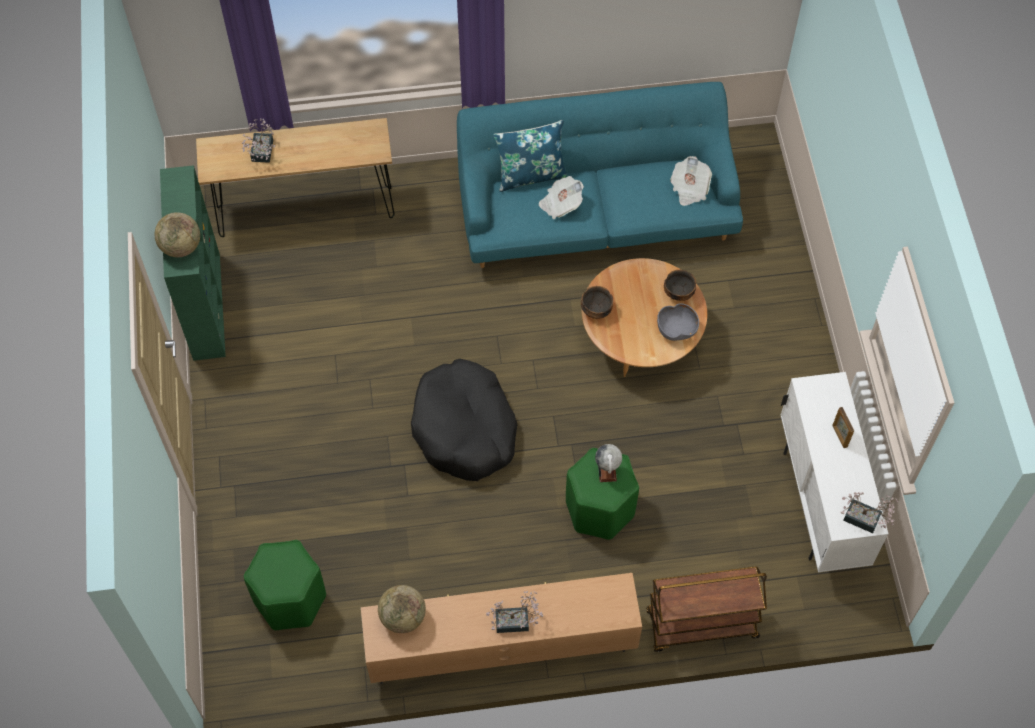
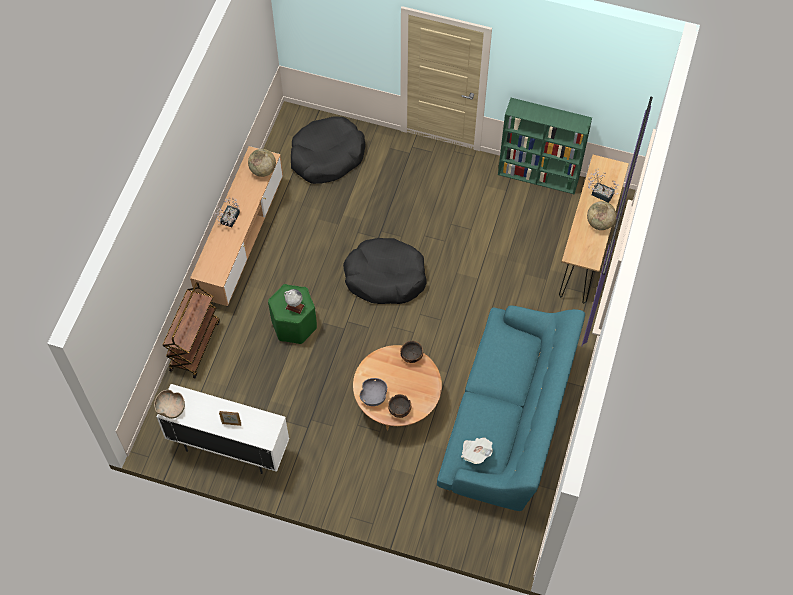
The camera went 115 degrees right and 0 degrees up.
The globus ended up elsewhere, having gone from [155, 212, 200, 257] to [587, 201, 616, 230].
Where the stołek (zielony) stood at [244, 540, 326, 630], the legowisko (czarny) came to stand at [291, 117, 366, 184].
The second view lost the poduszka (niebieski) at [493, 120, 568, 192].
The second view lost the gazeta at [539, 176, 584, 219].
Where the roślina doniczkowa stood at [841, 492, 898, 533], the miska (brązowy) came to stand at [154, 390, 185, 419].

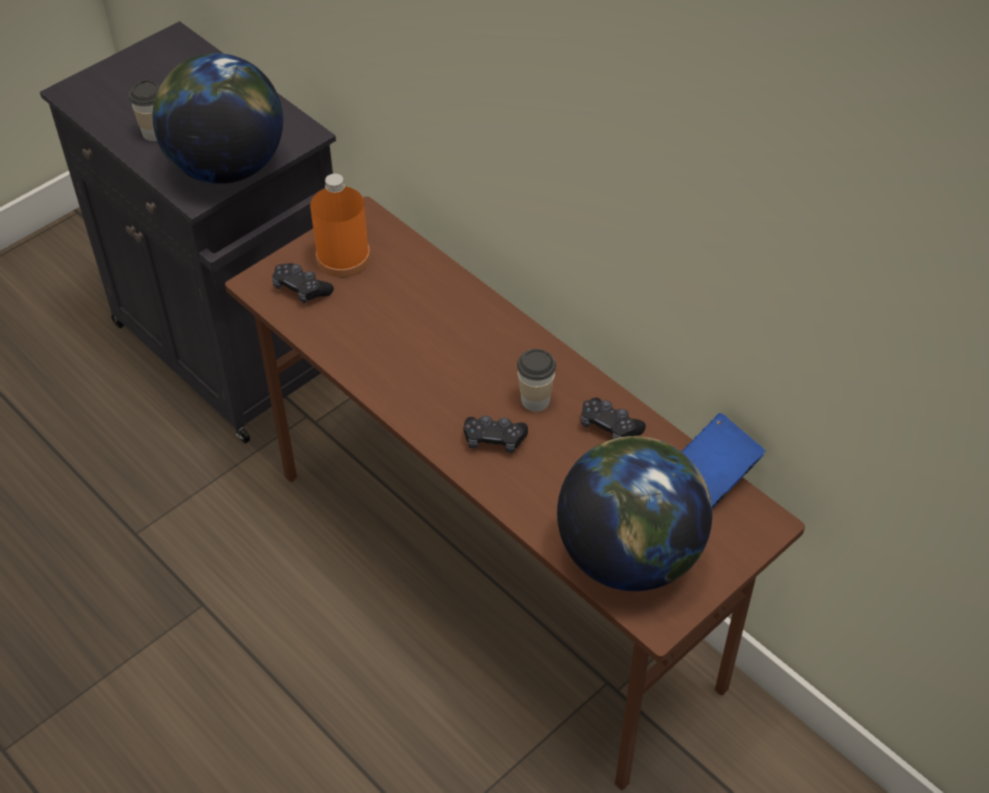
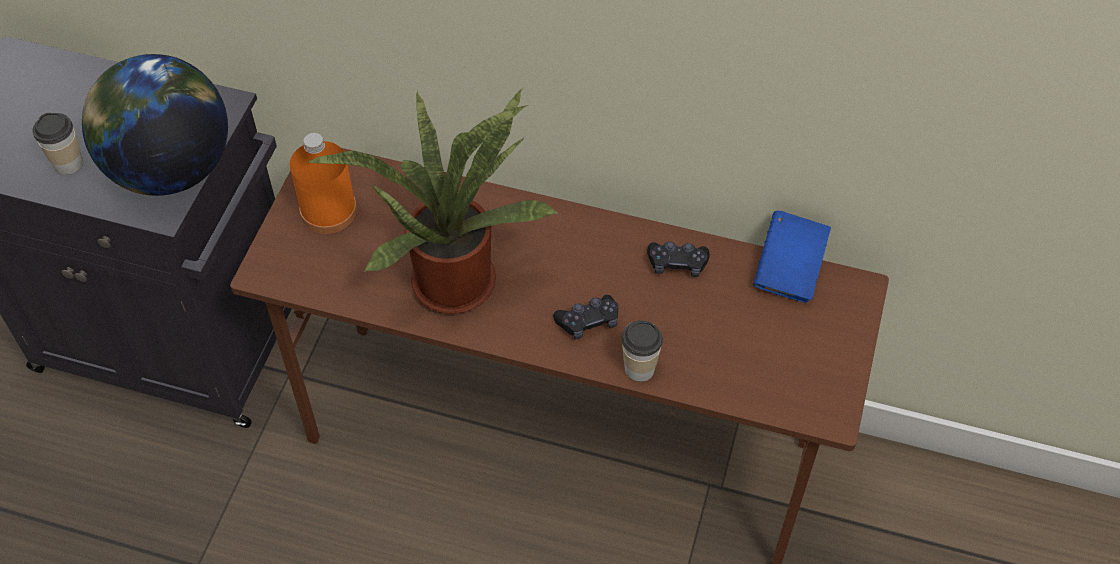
The camera went 30 degrees left and 5 degrees up.
The second view lost the pad do gier (czarny) at [272, 263, 334, 304].
The filiżanka ended up elsewhere, having gone from [517, 349, 556, 412] to [622, 320, 663, 382].
The second view lost the globus at [557, 436, 712, 591].
The second view gained the roślina doniczkowa at [307, 89, 559, 314].

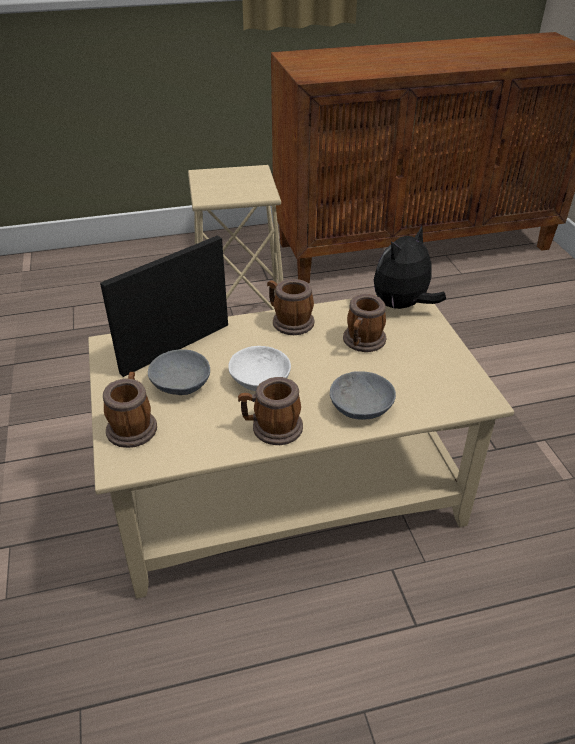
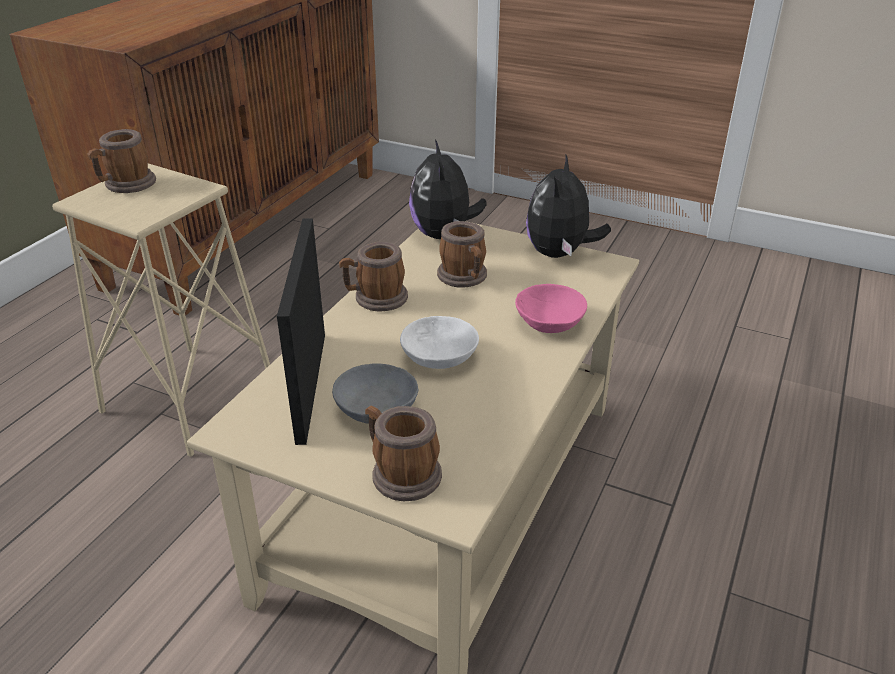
The camera went 50 degrees left and 5 degrees down.
The kubek ended up elsewhere, having gone from [238, 377, 303, 445] to [87, 129, 156, 193].
What was the miska (szary) at [330, 371, 396, 420] turned into the miska (różowy) at [515, 284, 587, 333].
The second view gained the pluszak at [526, 155, 611, 258].

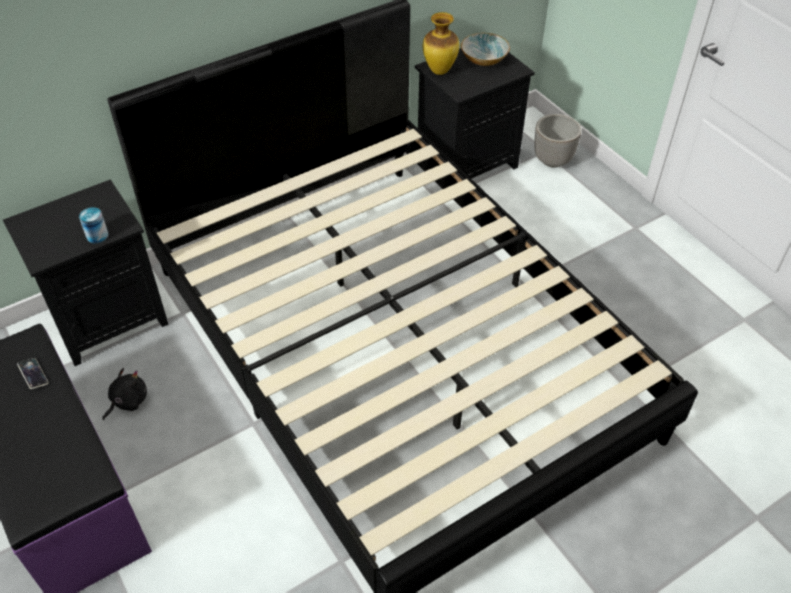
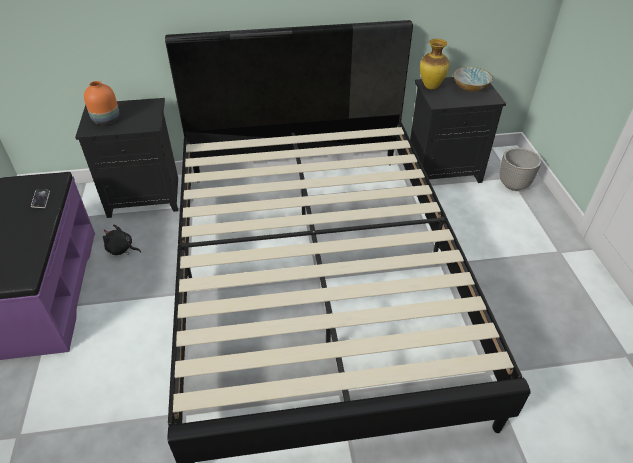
The camera went 25 degrees right and 5 degrees down.
The second view lost the puszka at [79, 207, 109, 243].
The pluszak (czarny) at [103, 368, 147, 420] ended up facing another way, 135 degrees counterclockwise from before.
The second view gained the wazon (pomarańczowy) at [84, 81, 119, 125].

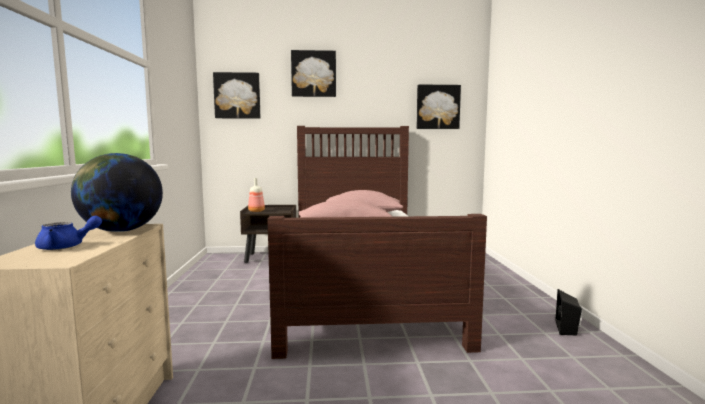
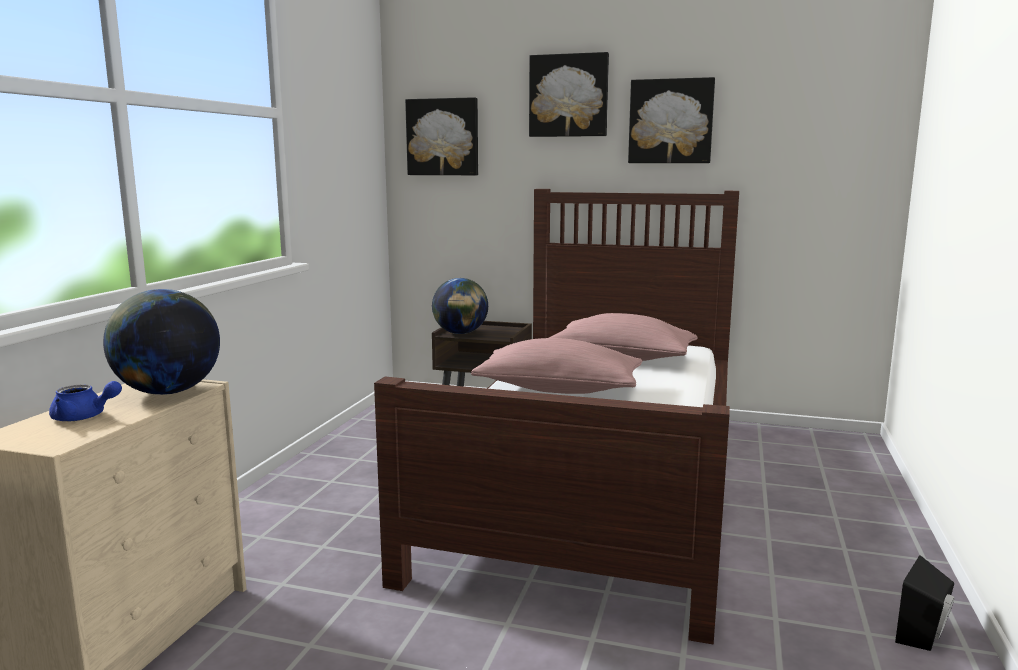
The camera went 20 degrees right and 5 degrees up.
Where the butelka stood at [248, 178, 265, 212], the globus came to stand at [432, 278, 488, 334].
The obraz ended up elsewhere, having gone from [417, 85, 461, 129] to [628, 77, 715, 163].

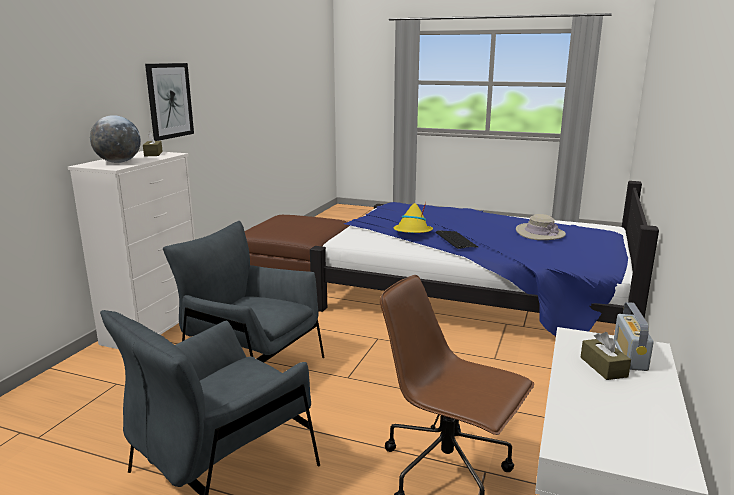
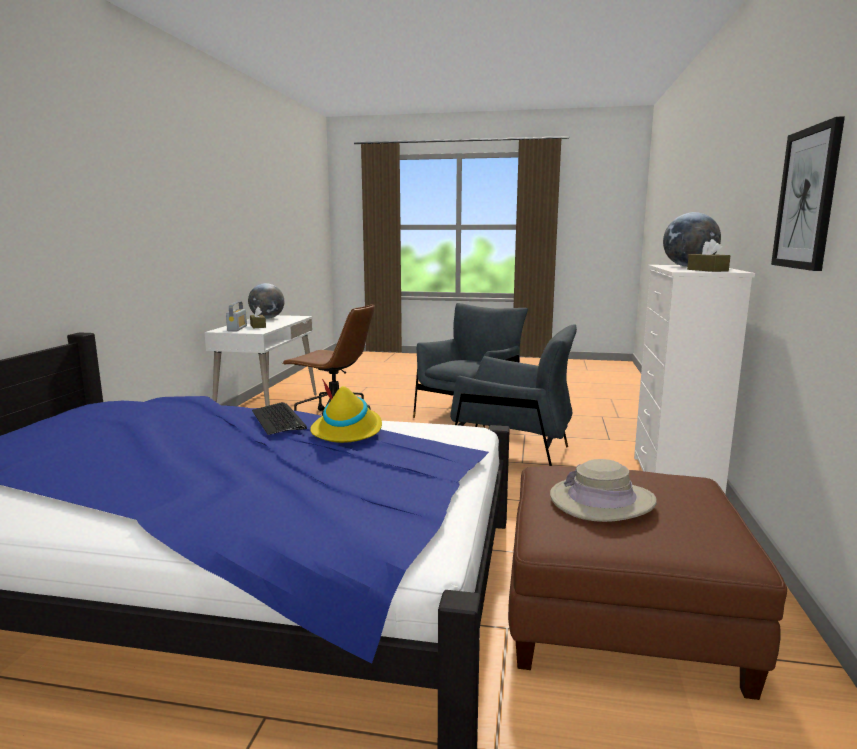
The camera went 170 degrees right and 5 degrees down.
The kapelusz (beżowy) ended up elsewhere, having gone from [516, 214, 566, 240] to [550, 459, 657, 522].
The second view gained the globus at [248, 283, 284, 319].

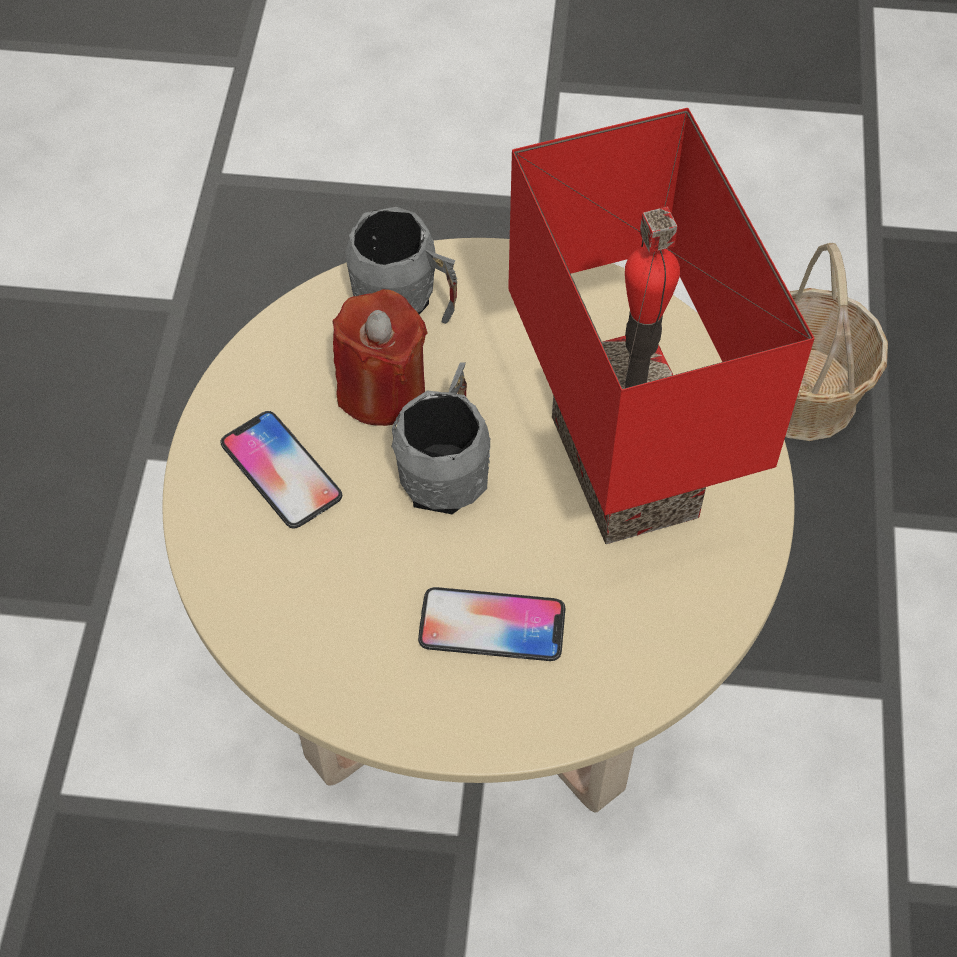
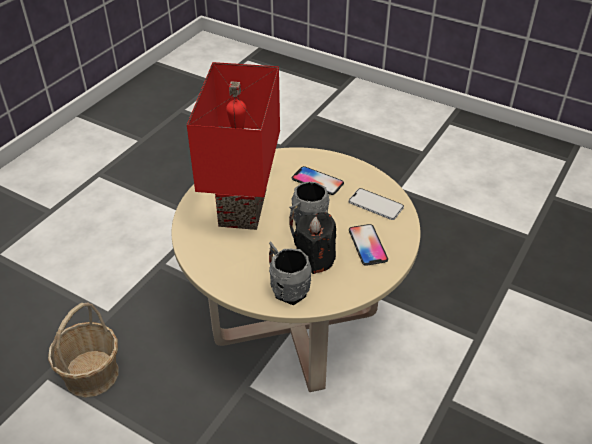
The camera went 155 degrees left and 15 degrees down.
What was the świeca (czerwony) at [333, 289, 428, 426] turned into the świeca (czarny) at [293, 212, 336, 274].
The second view gained the telefon at [349, 188, 404, 220].

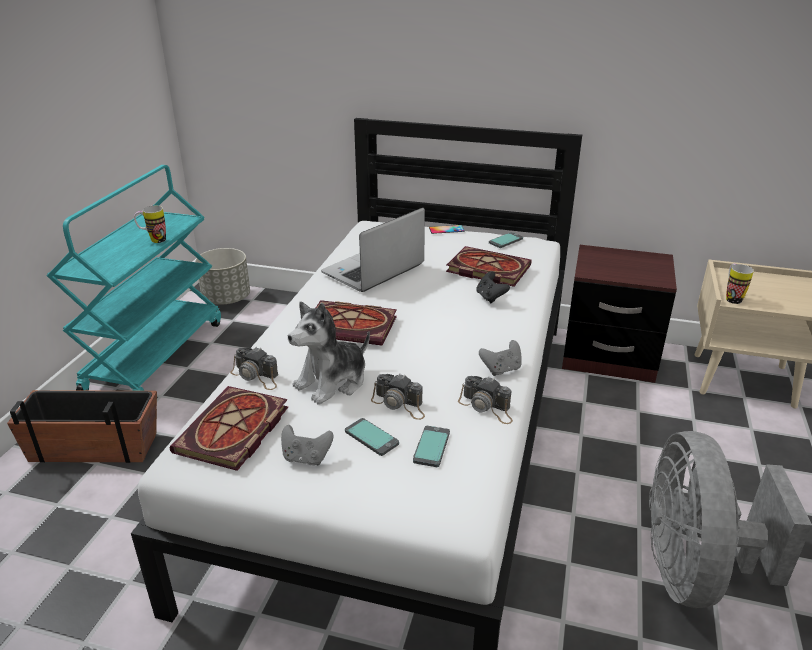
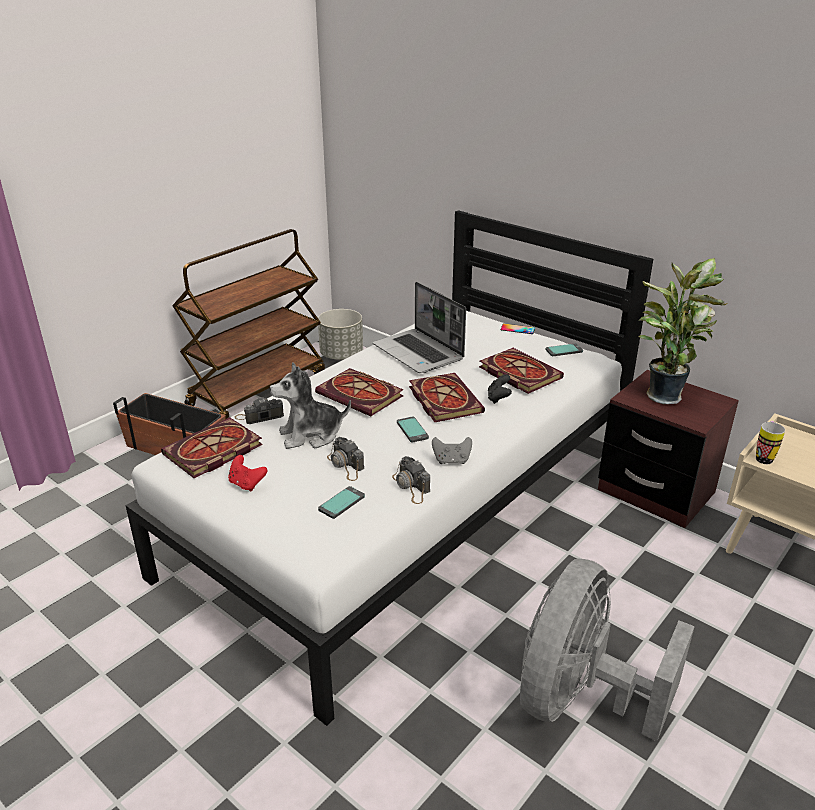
The camera went 25 degrees right and 0 degrees up.
What was the wózek (turkusowy) at [47, 165, 221, 391] turned into the wózek (brązowy) at [172, 229, 325, 419].
The second view lost the kubek at [134, 206, 166, 243].
The aparat fotograficzny at [230, 347, 278, 390] ended up facing another way, 105 degrees clockwise from before.
What was the pad do gier (szary) at [281, 425, 334, 465] turned into the pad do gier (czerwony) at [228, 455, 268, 491].
The laptop at [321, 208, 425, 292] ended up facing another way, 105 degrees counterclockwise from before.
The telefon ended up elsewhere, having gone from [345, 418, 399, 456] to [397, 416, 429, 443].
The second view gained the książka at [409, 373, 485, 422].
The second view gained the roślina doniczkowa at [639, 258, 728, 404].

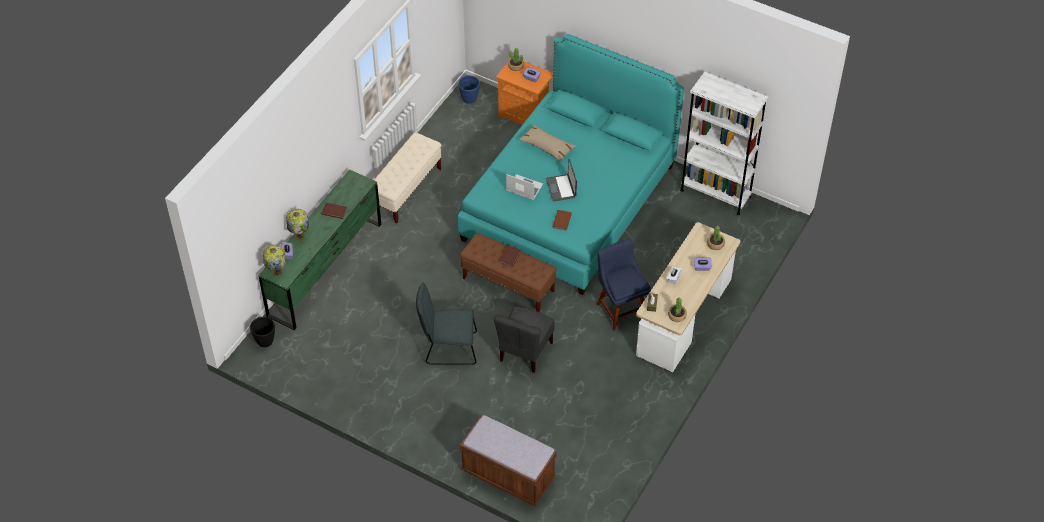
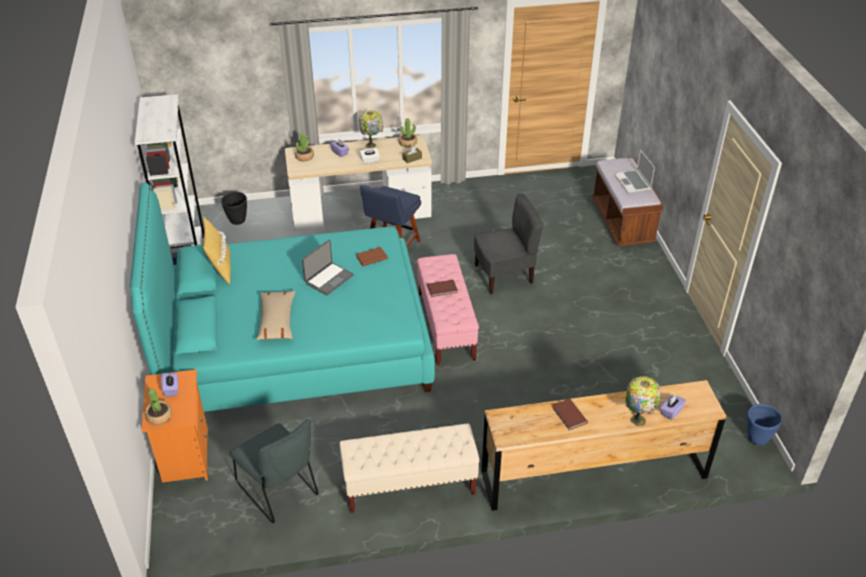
The camera went 130 degrees left and 10 degrees down.
The donica (czarny) ended up elsewhere, having gone from [250, 317, 275, 347] to [221, 192, 247, 225].
What was the komoda (zielony) at [258, 169, 381, 330] turned into the komoda (brązowy) at [481, 380, 726, 511].
The lampa stołowa ended up elsewhere, having gone from [263, 245, 287, 276] to [359, 110, 383, 148].
The krzesło (szary) ended up elsewhere, having gone from [416, 283, 477, 365] to [229, 420, 319, 523].
The donica (niebieski) ended up elsewhere, having gone from [458, 75, 480, 104] to [747, 404, 782, 446].
What was the ławka (brązowy) at [460, 233, 557, 312] turned into the ławka (różowy) at [417, 254, 479, 365].
The laptop ended up elsewhere, having gone from [506, 174, 543, 200] to [614, 149, 655, 193].
The second view gained the poduszka (żółty) at [203, 216, 231, 285].

